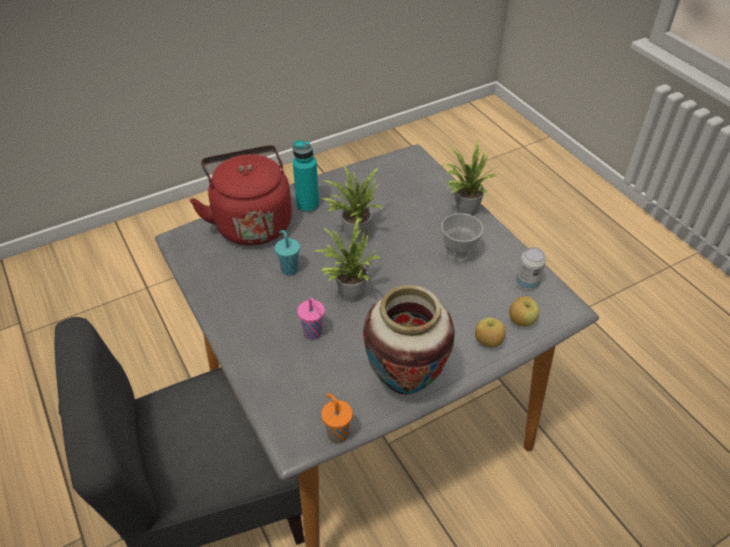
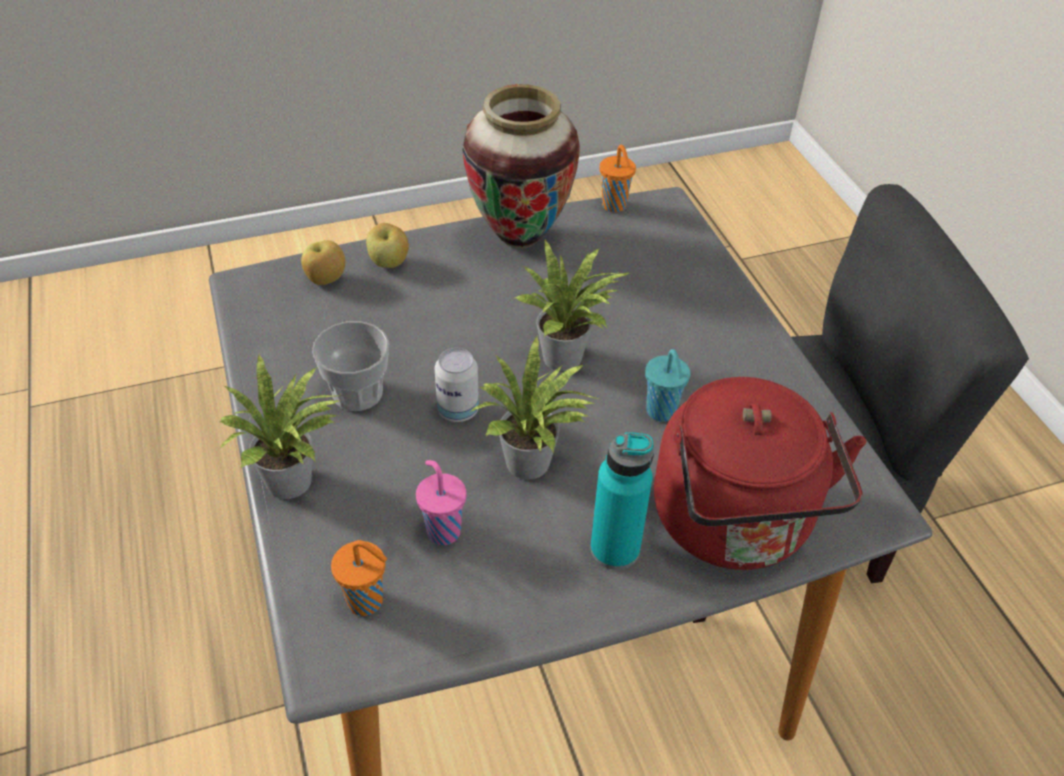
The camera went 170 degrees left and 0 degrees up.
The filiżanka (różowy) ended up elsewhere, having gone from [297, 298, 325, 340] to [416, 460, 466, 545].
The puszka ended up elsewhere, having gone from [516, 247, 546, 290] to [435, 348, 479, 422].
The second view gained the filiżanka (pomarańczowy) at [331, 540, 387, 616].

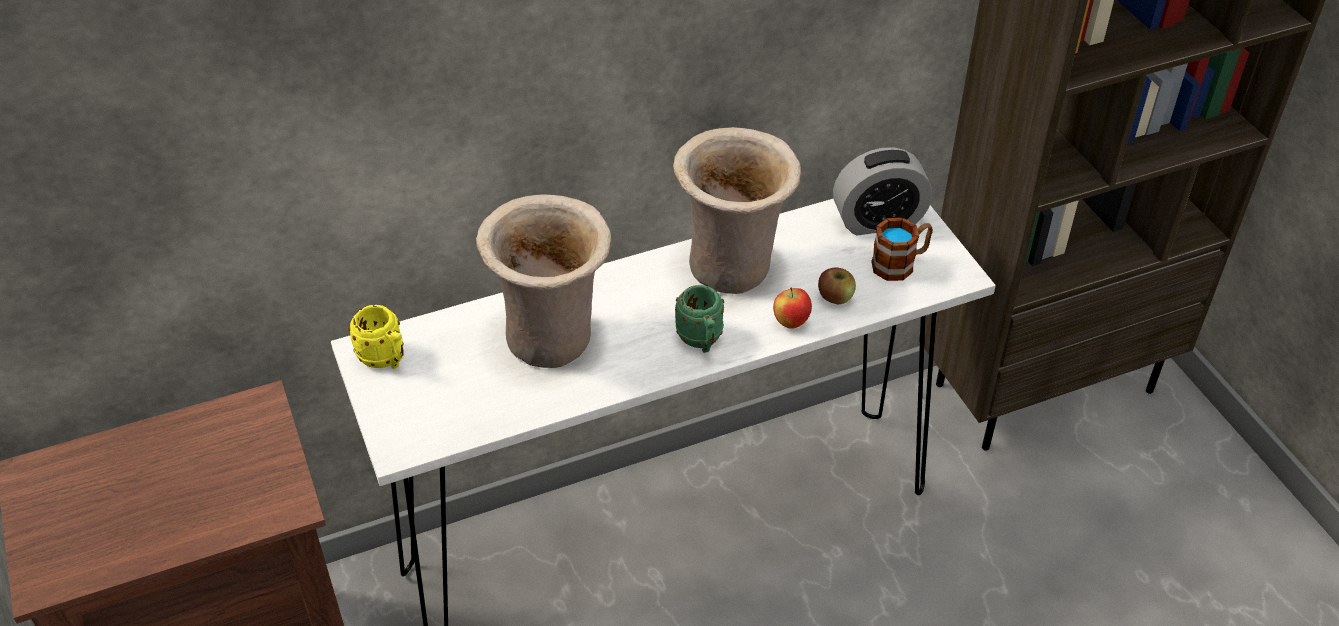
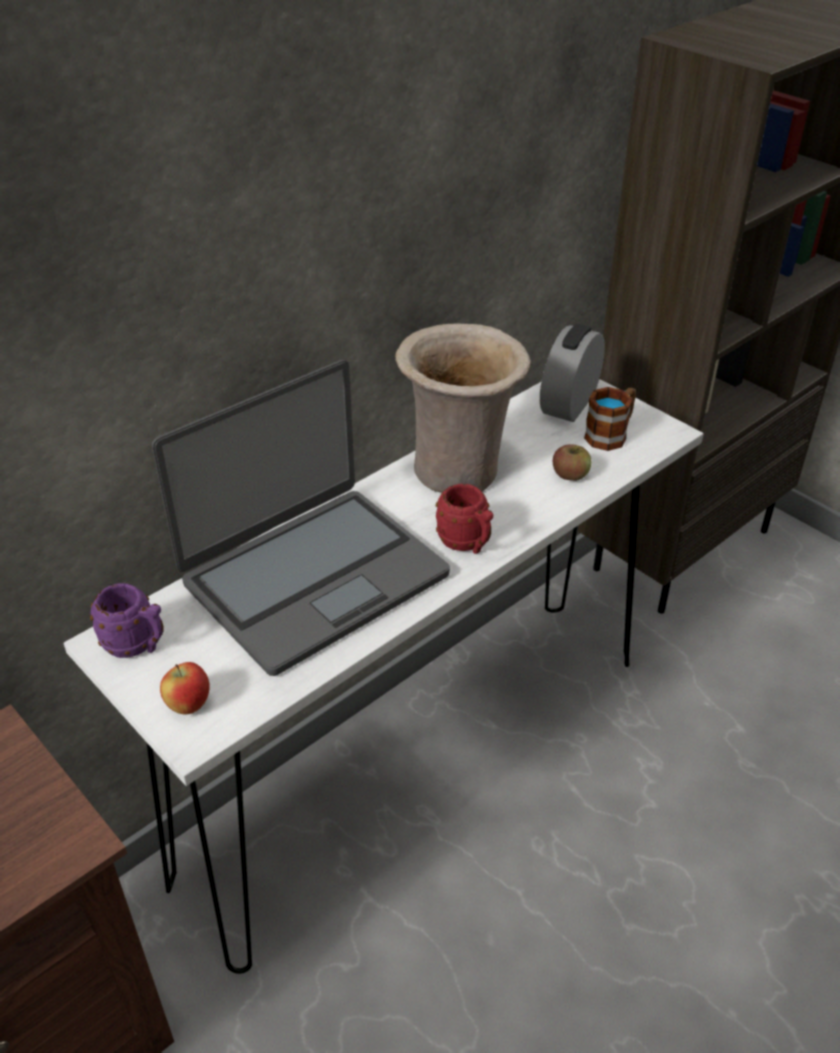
The camera went 20 degrees left and 5 degrees down.
What was the kubek (żółty) at [348, 305, 404, 369] turned into the kubek (fioletowy) at [90, 583, 164, 658].
Where the wazon (beżowy) stood at [476, 194, 611, 368], the laptop came to stand at [152, 360, 450, 676].
What was the kubek (zielony) at [675, 285, 724, 353] turned into the kubek (czerwony) at [436, 484, 493, 554].
The jabłko ended up elsewhere, having gone from [773, 287, 812, 329] to [160, 662, 210, 714].
The budzik at [833, 147, 932, 236] ended up facing another way, 150 degrees clockwise from before.

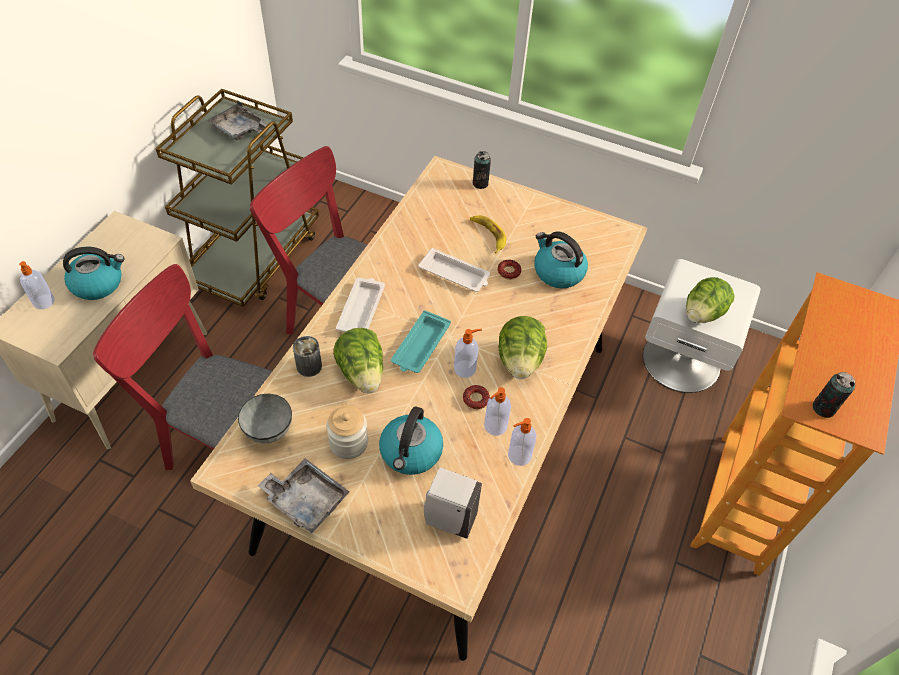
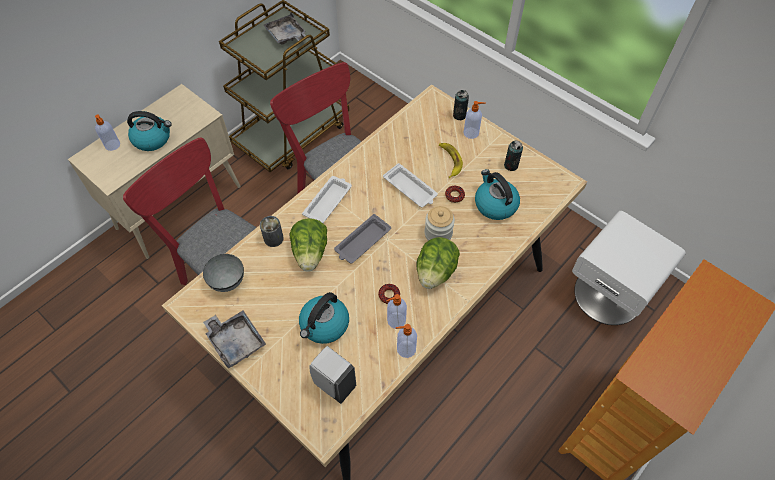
The camera went 20 degrees right and 5 degrees up.
The słoik ended up elsewhere, having gone from [326, 406, 368, 459] to [425, 206, 455, 241].
What was the taca (turkusowy) at [391, 310, 451, 373] turned into the taca (szary) at [334, 214, 391, 264].
The dozownik mydła ended up elsewhere, having gone from [454, 329, 482, 378] to [464, 101, 486, 139].
The second view lost the sałata at [686, 277, 735, 323].
The puszka ended up elsewhere, having gone from [813, 372, 855, 418] to [504, 140, 523, 171].

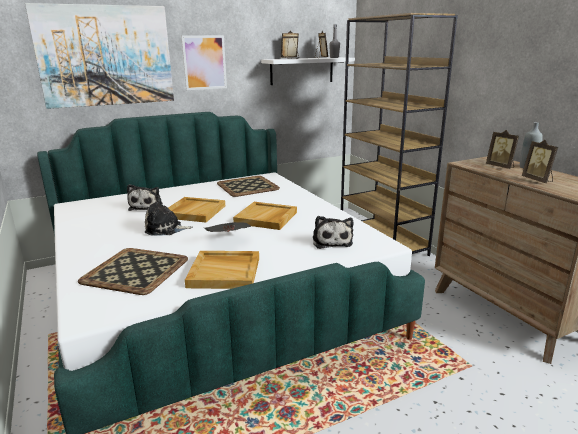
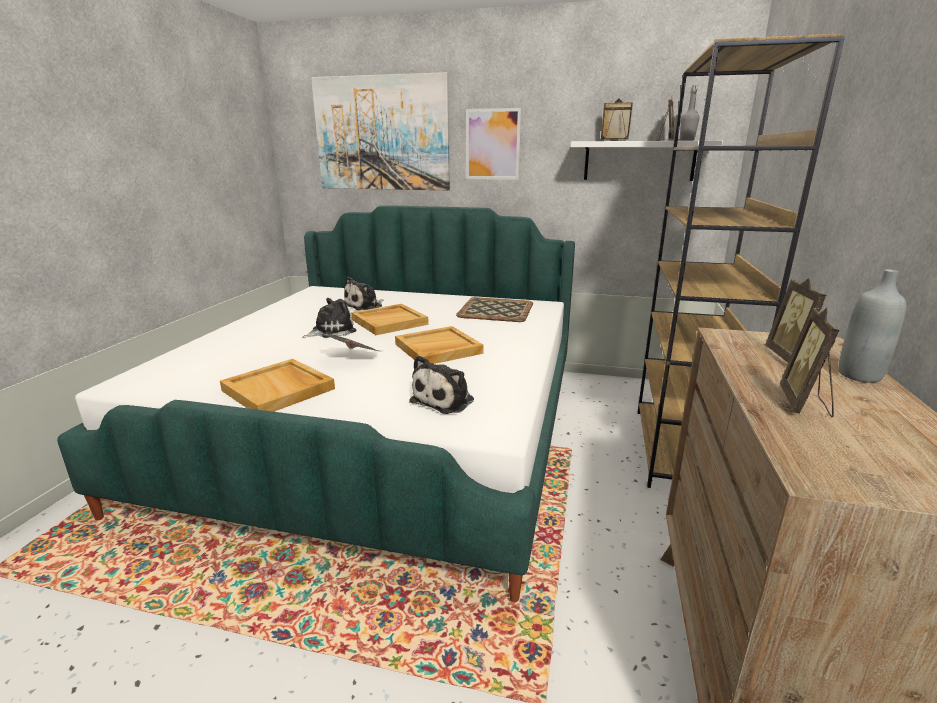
The camera went 40 degrees right and 0 degrees up.
The second view lost the taca at [78, 248, 188, 295].
The pluszak at [145, 198, 193, 236] ended up facing another way, 105 degrees clockwise from before.

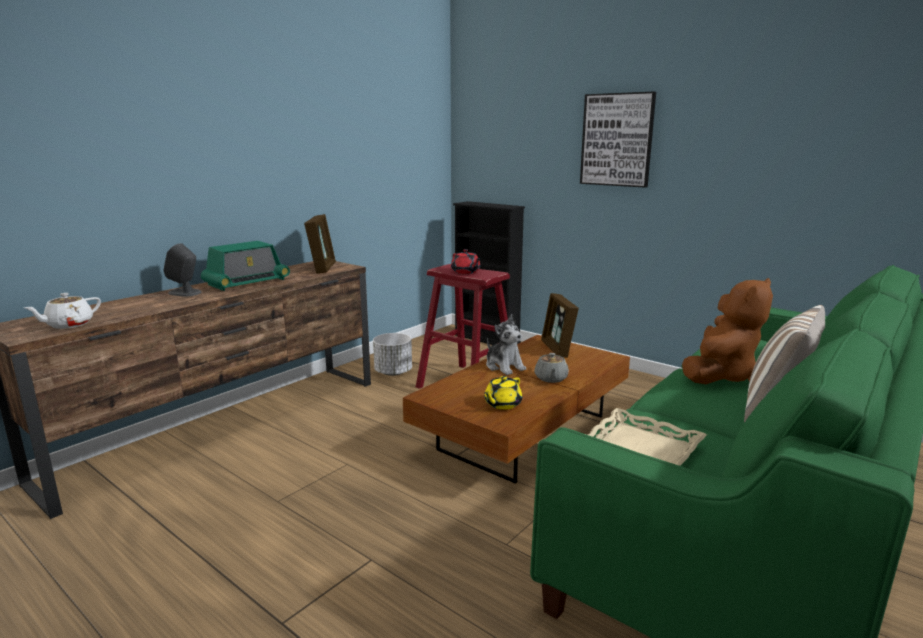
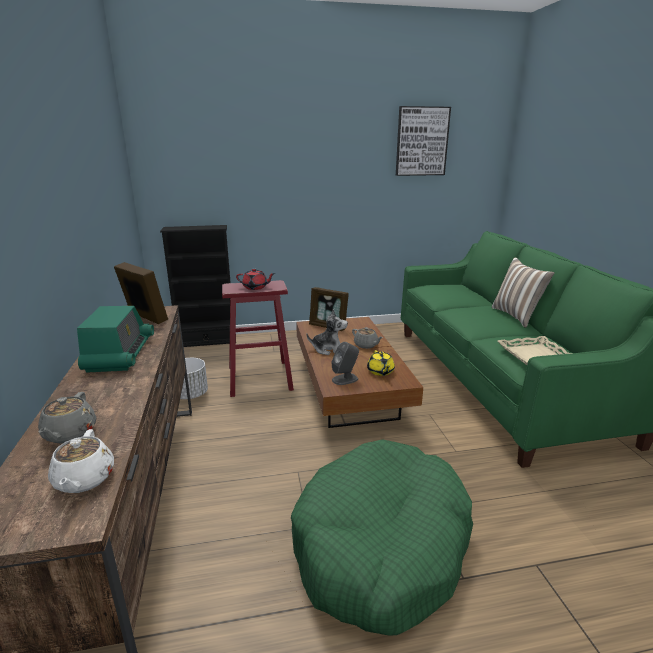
The camera went 50 degrees left and 5 degrees up.
The głośnik (szary) ended up elsewhere, having gone from [163, 243, 202, 296] to [332, 342, 359, 385].
The obraz ended up elsewhere, having gone from [580, 92, 656, 188] to [396, 106, 451, 176].
The second view lost the pluszak (brązowy) at [682, 278, 773, 384].
The second view gained the imbryk (szary) at [38, 392, 96, 443].
The second view gained the legowisko (zielony) at [291, 439, 473, 636].

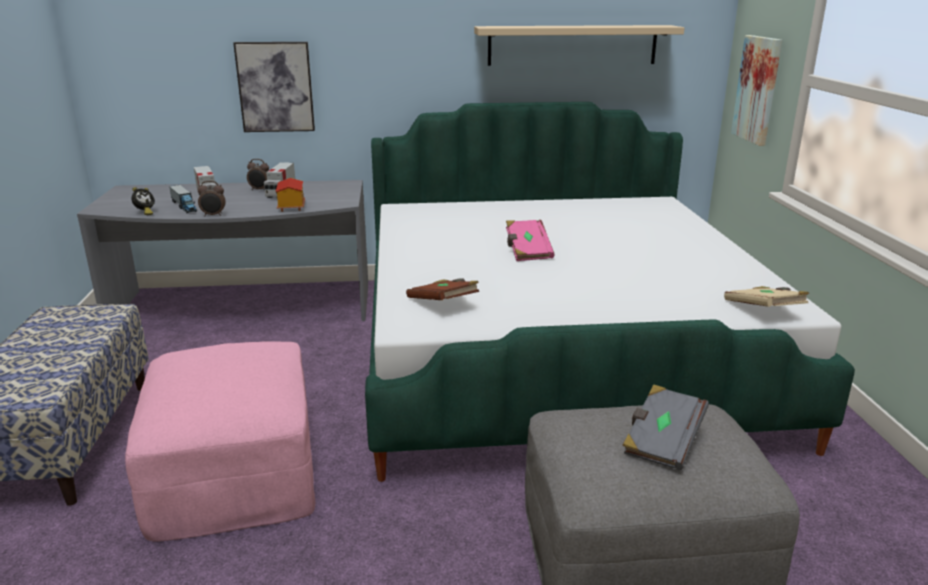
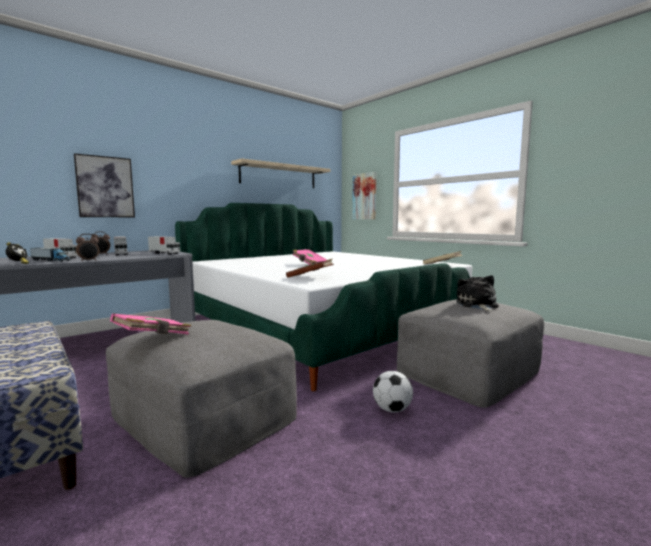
The camera went 35 degrees left and 15 degrees down.
What was the pufa (różowy) at [125, 341, 316, 542] turned into the pufa (szary) at [106, 320, 297, 478].
The second view lost the domek at [276, 178, 305, 212].
Where the książka (szary) stood at [622, 384, 709, 471], the pluszak came to stand at [456, 275, 499, 312].
The second view gained the książka (różowy) at [110, 313, 191, 335].
The second view gained the ciężarówka zabawkowa at [148, 236, 180, 255].
The second view gained the piłka futbolowa at [373, 371, 413, 412].

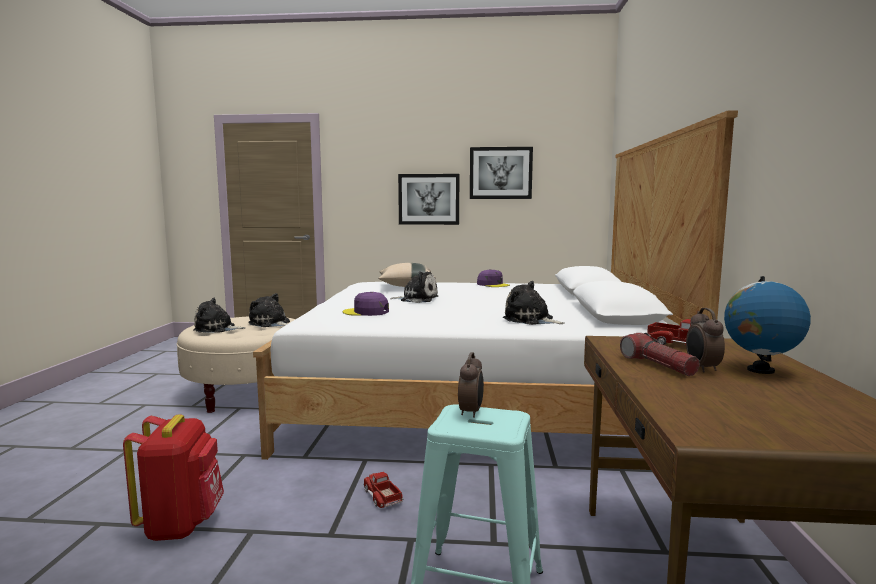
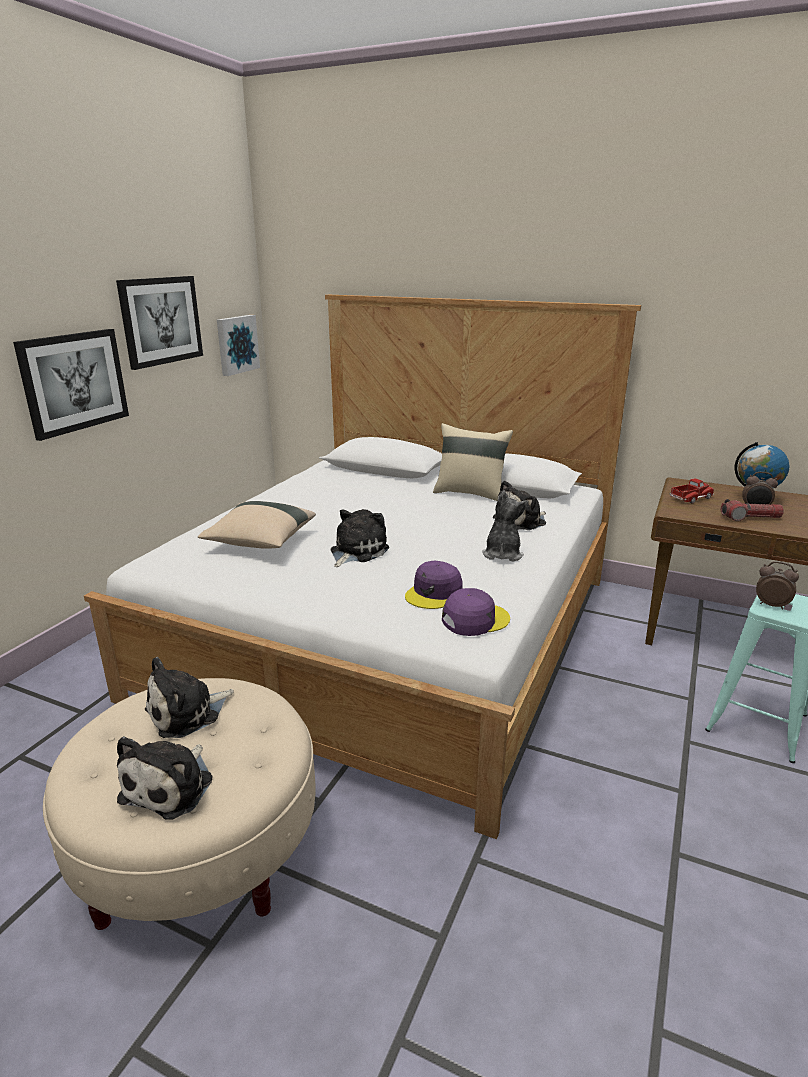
The camera went 70 degrees left and 15 degrees up.
The second view lost the plecak (czerwony) at [123, 414, 224, 541].
The second view lost the ciężarówka zabawkowa at [363, 472, 403, 508].
The czapka z daszkiem (fioletowy) ended up elsewhere, having gone from [477, 269, 510, 287] to [442, 588, 510, 636].
The second view gained the obraz at [217, 315, 260, 376].
The second view gained the poduszka (beżowy) at [433, 423, 513, 501].
The second view gained the pluszak at [482, 490, 528, 562].

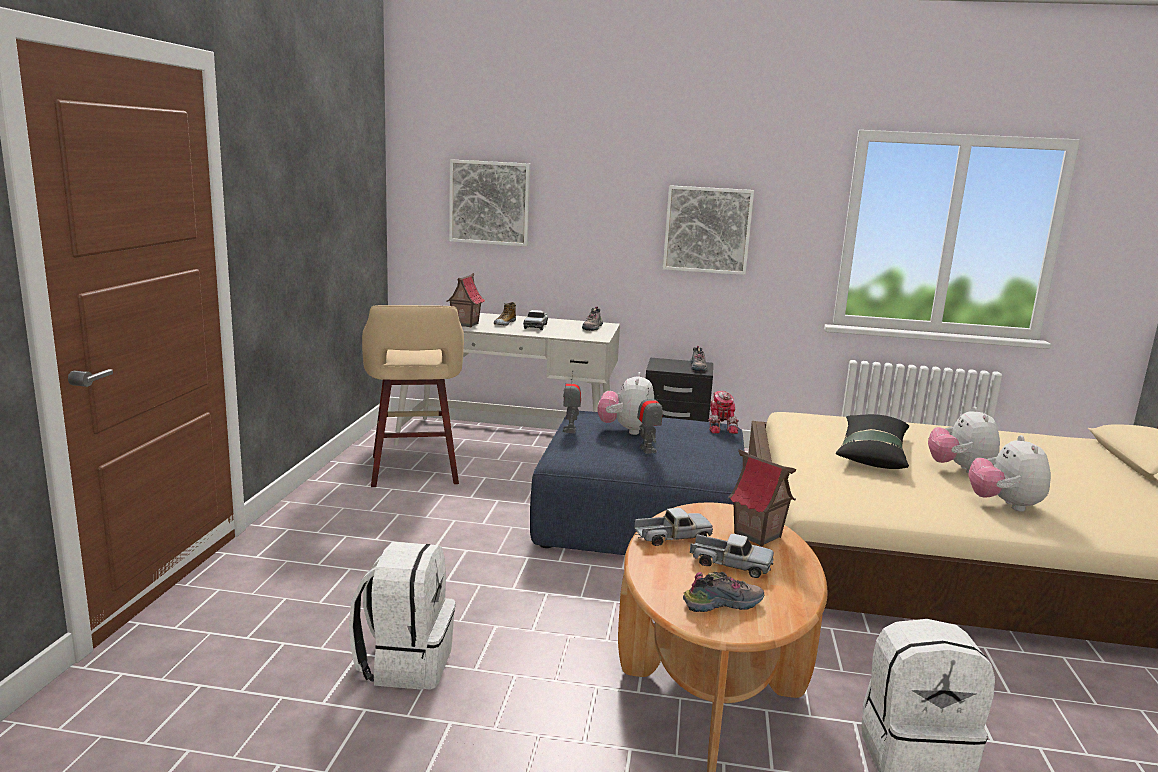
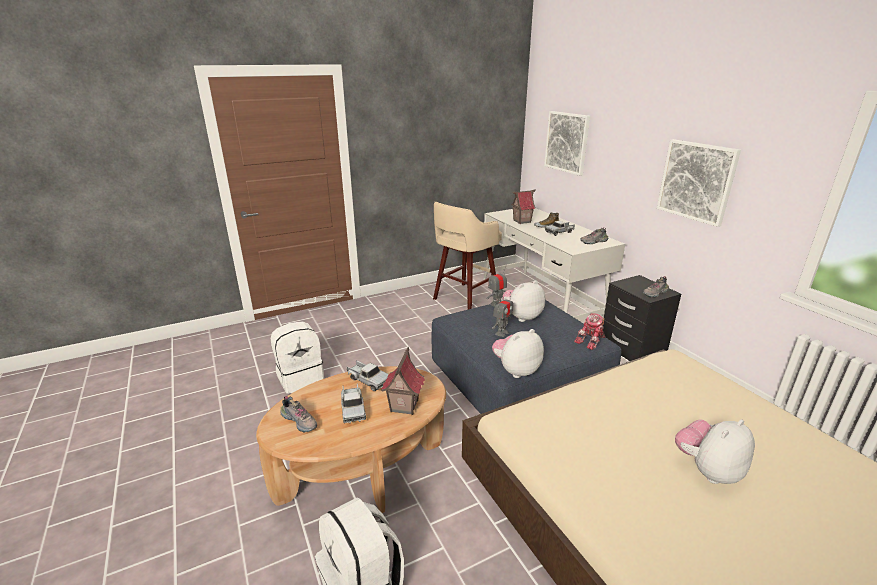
The camera went 55 degrees right and 10 degrees up.
The second view lost the poduszka (czarny) at [836, 414, 909, 469].
The pluszak ended up elsewhere, having gone from [968, 435, 1051, 512] to [492, 329, 544, 378].

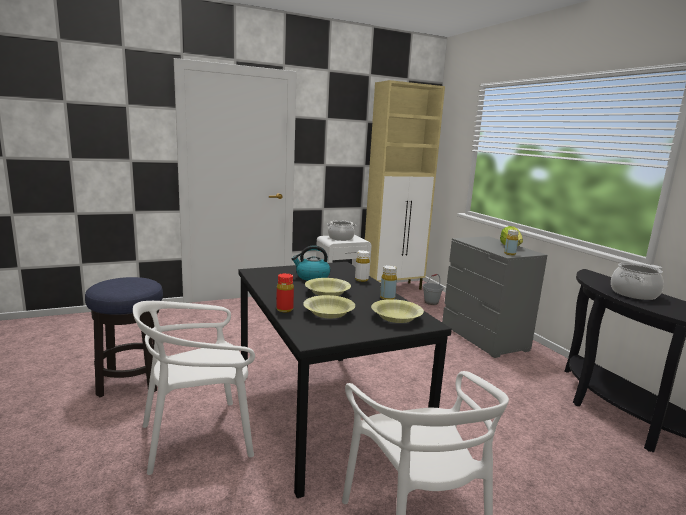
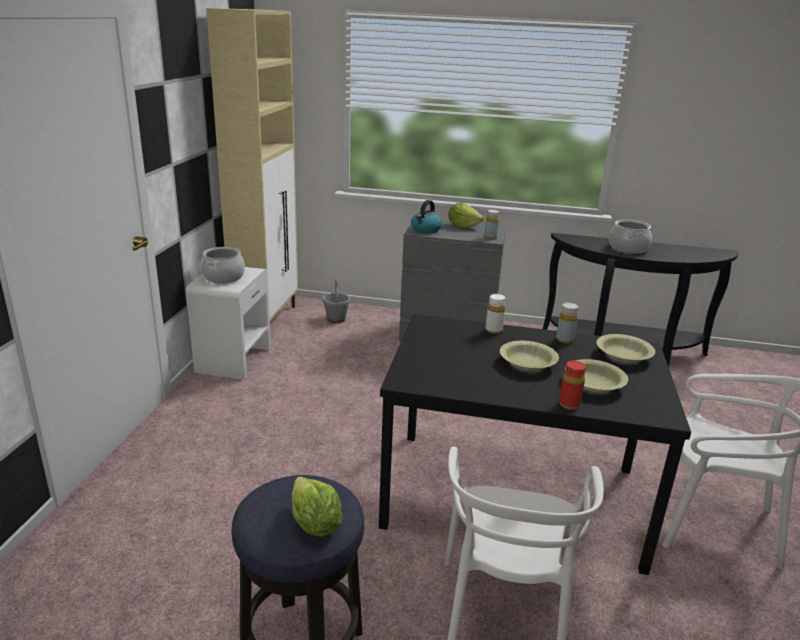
The camera went 55 degrees left and 10 degrees up.
The czajnik ended up elsewhere, having gone from [291, 245, 330, 281] to [411, 200, 442, 233].
The second view gained the sałata at [292, 476, 343, 537].

